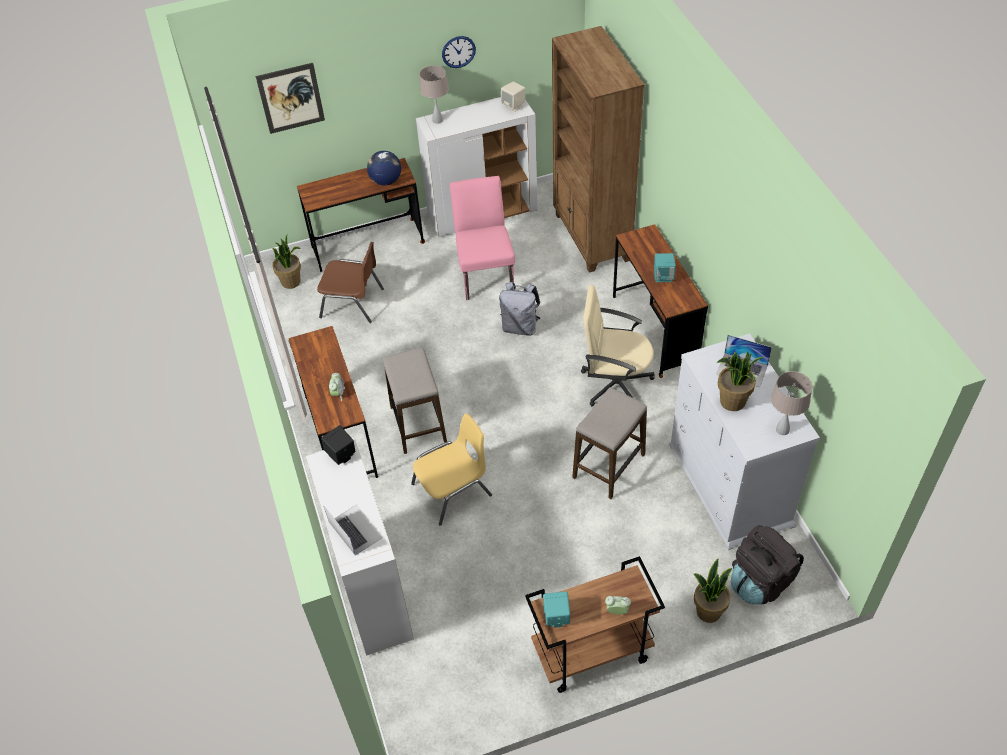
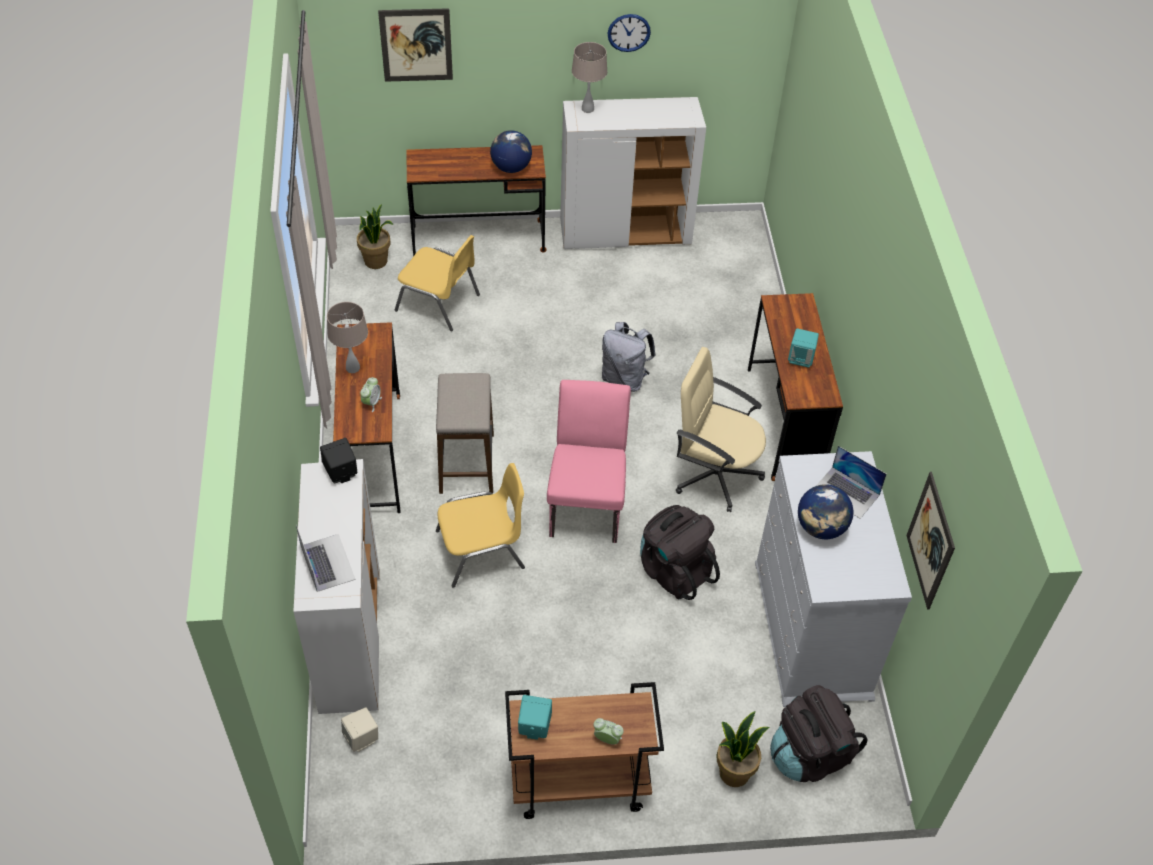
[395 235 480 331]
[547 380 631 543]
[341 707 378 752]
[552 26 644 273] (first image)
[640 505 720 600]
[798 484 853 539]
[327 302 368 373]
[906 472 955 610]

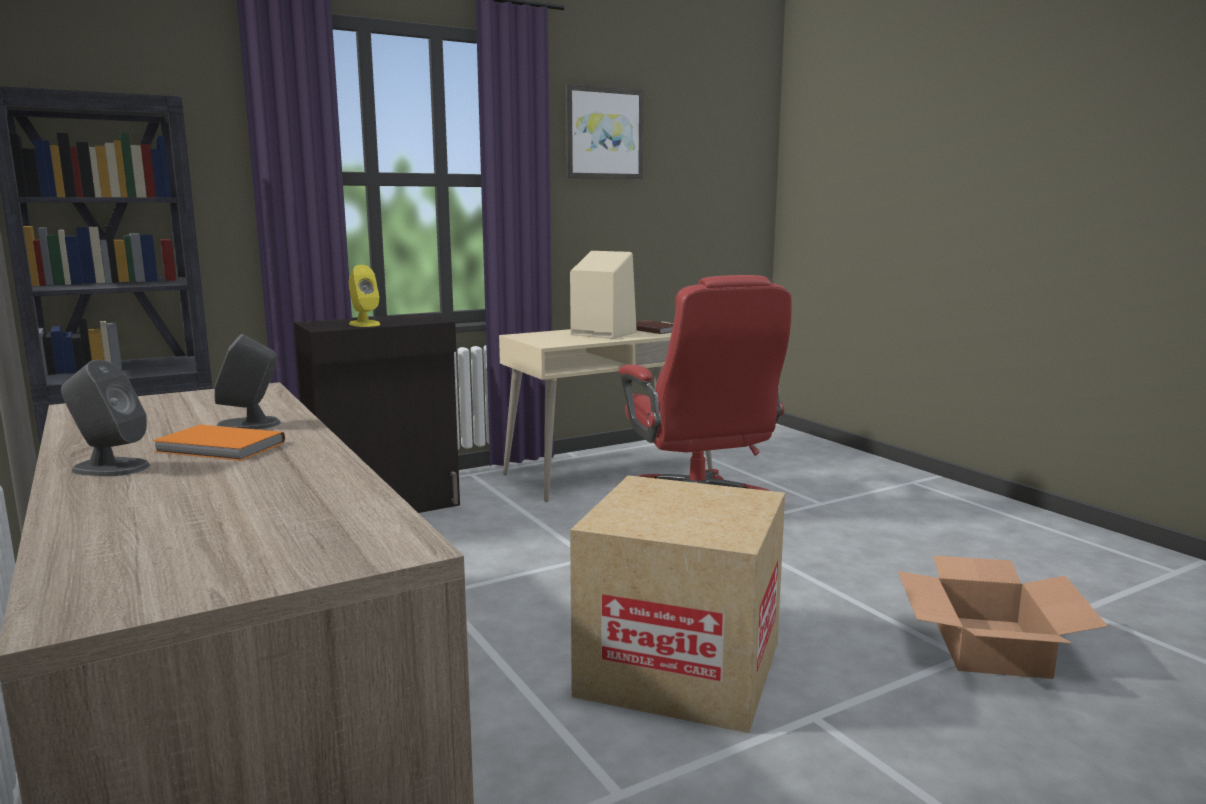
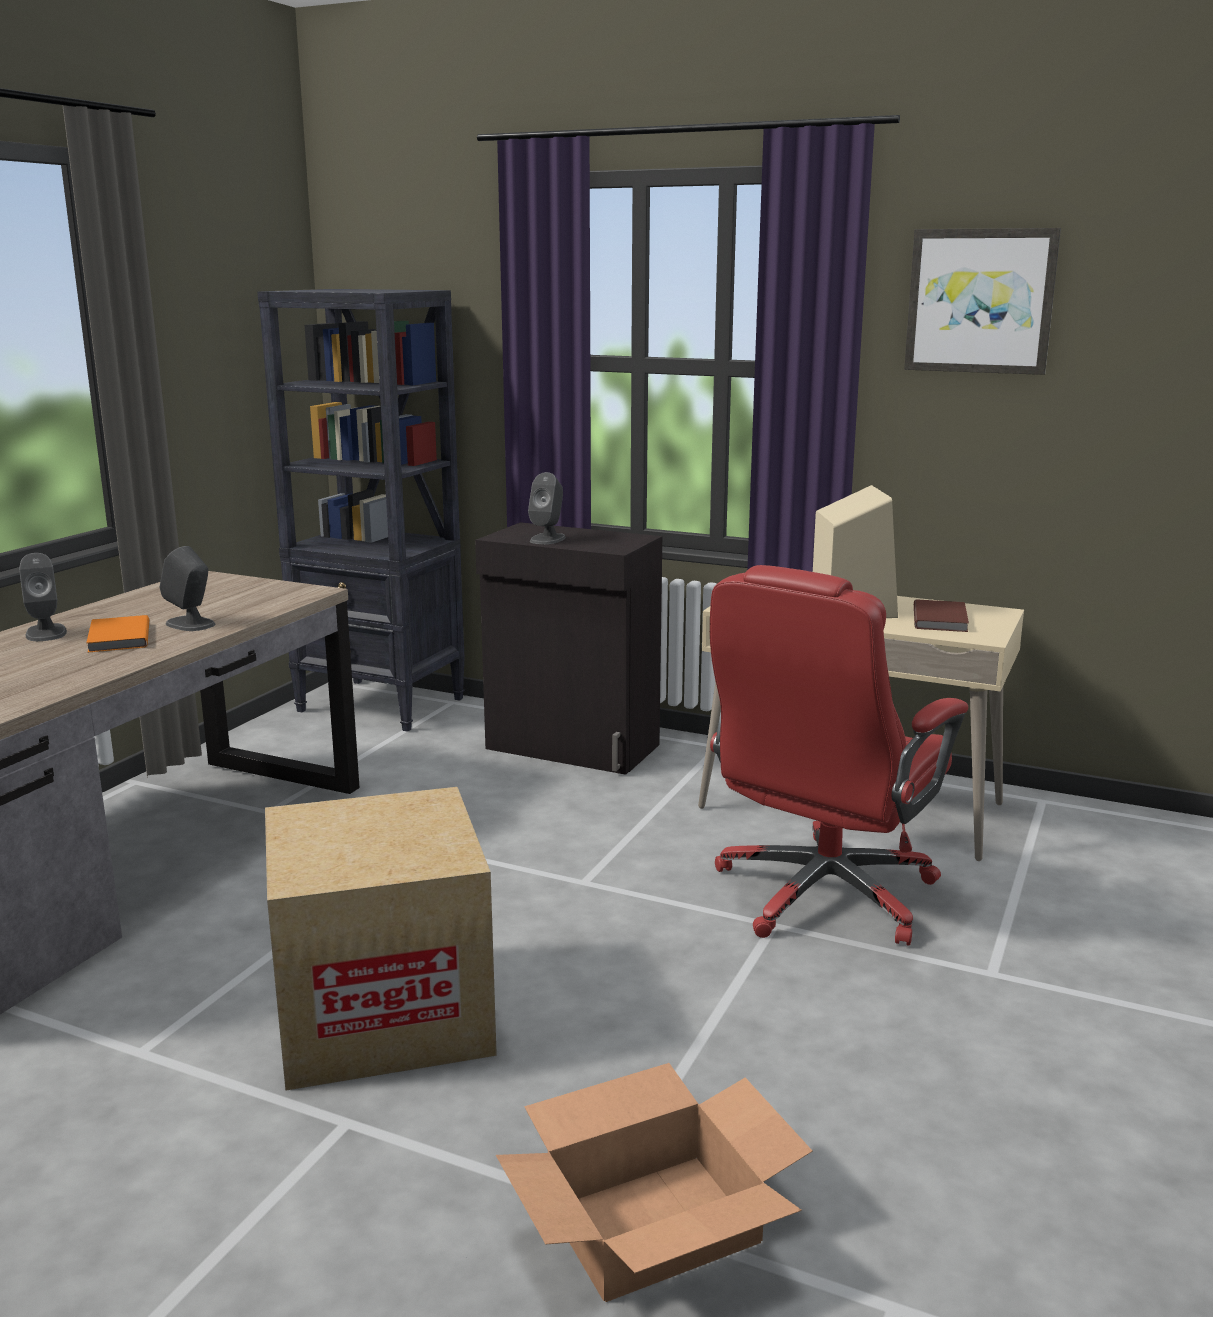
[528 472 566 544]

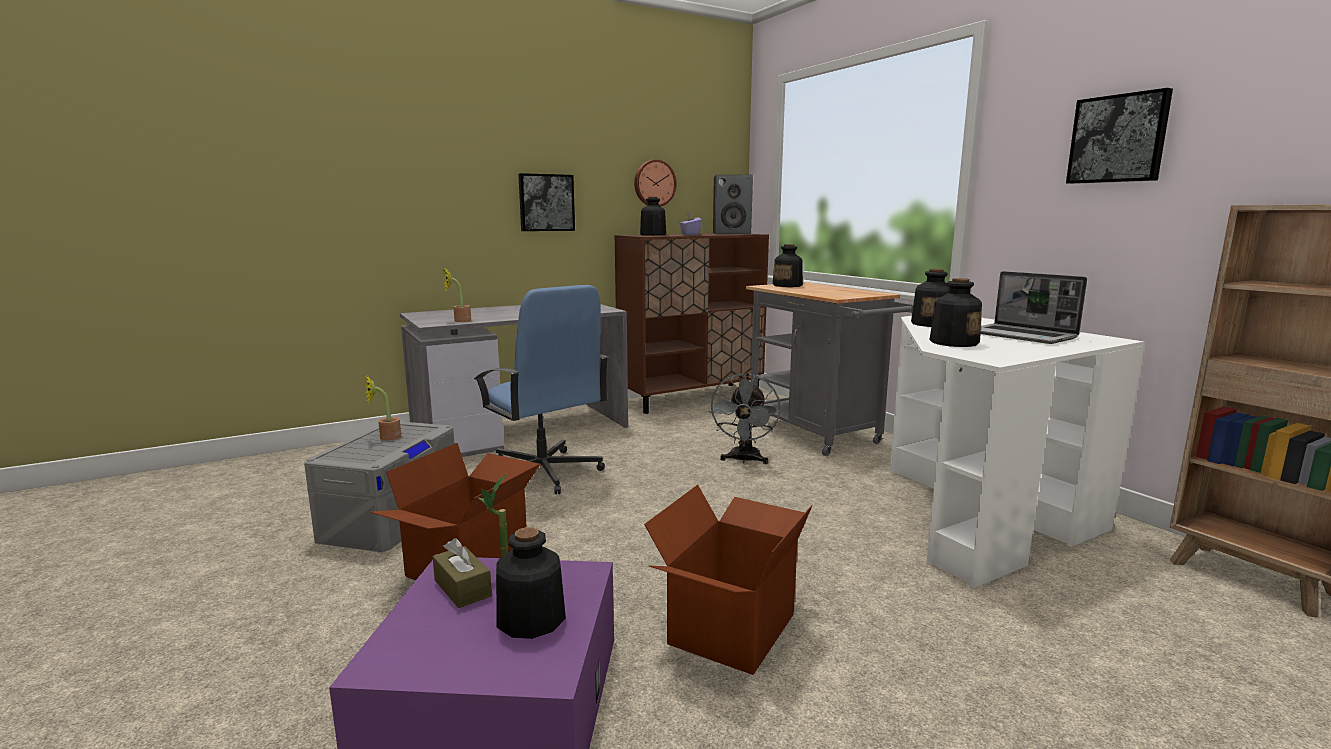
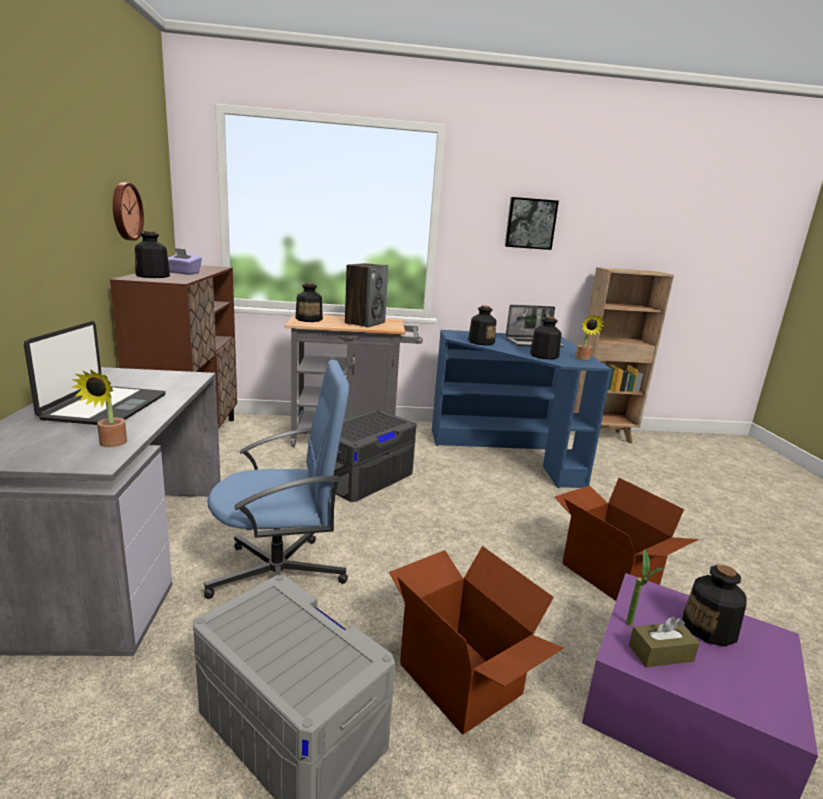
[575 315 605 360]
[518 173 575 231] (first image)
[332 410 417 502]
[345 263 388 328]
[432 330 612 488]
[24 321 166 425]

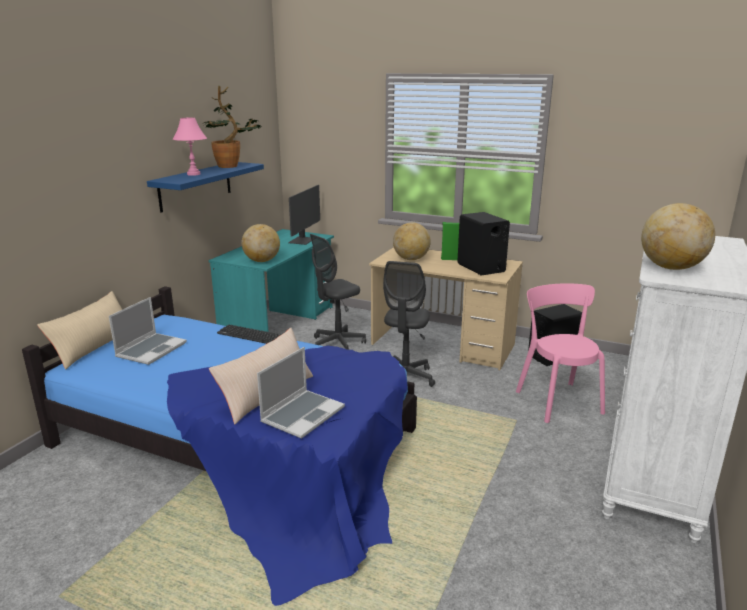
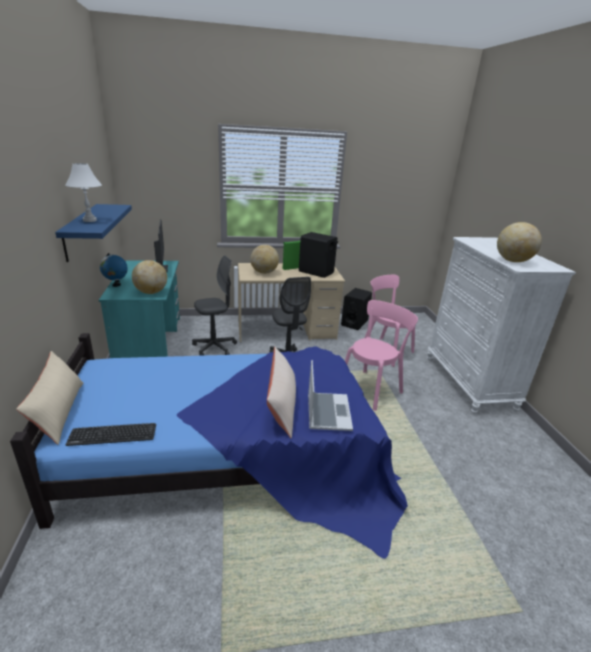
[109 297 187 365] (first image)
[65 163 102 222]
[202 86 261 168] (first image)
[65 423 156 446]
[192 256 237 356]
[100 253 128 287]
[345 300 418 411]

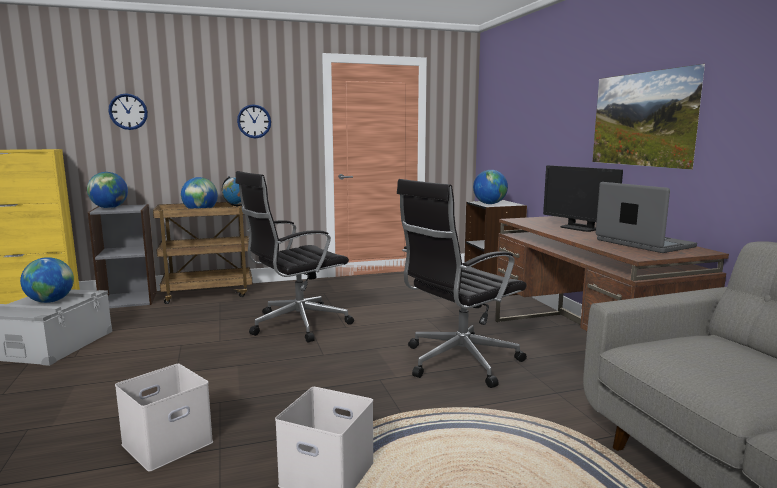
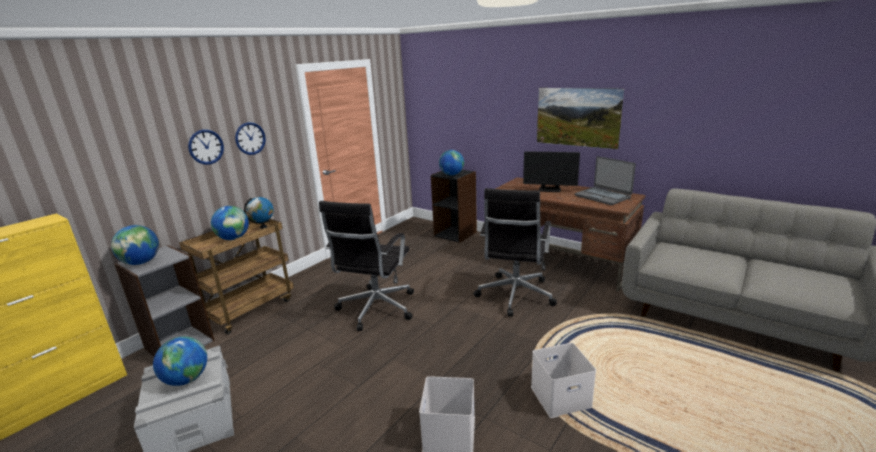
[188 130 224 165]
[575 156 636 205]

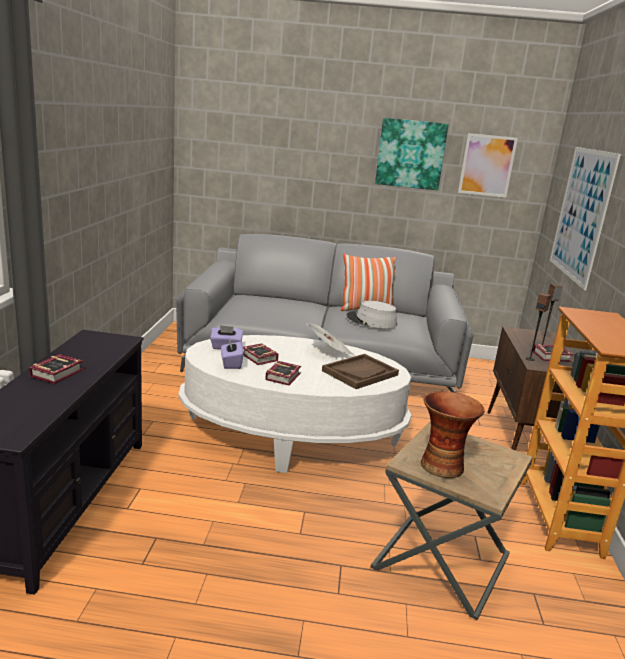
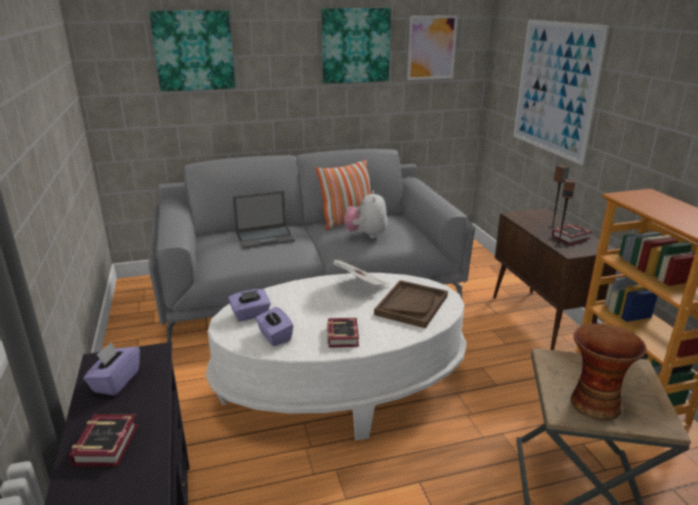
[243 343 279 365] (first image)
[344 190 388 238]
[83 342 140 396]
[149 10 235 91]
[233 191 295 248]

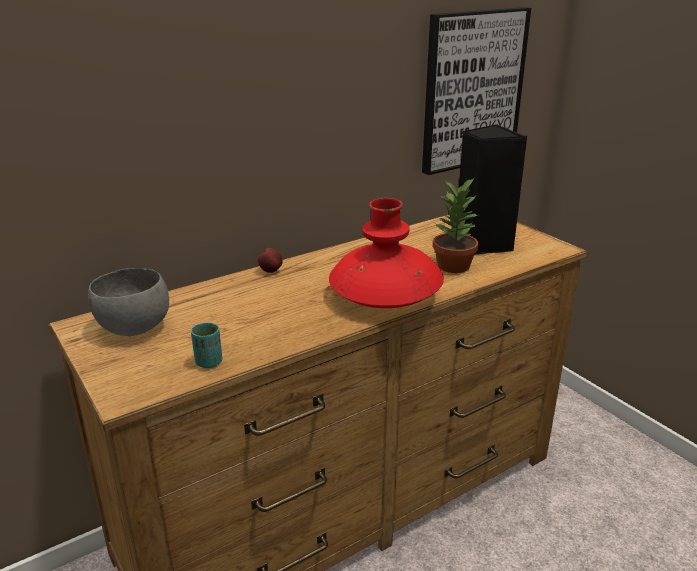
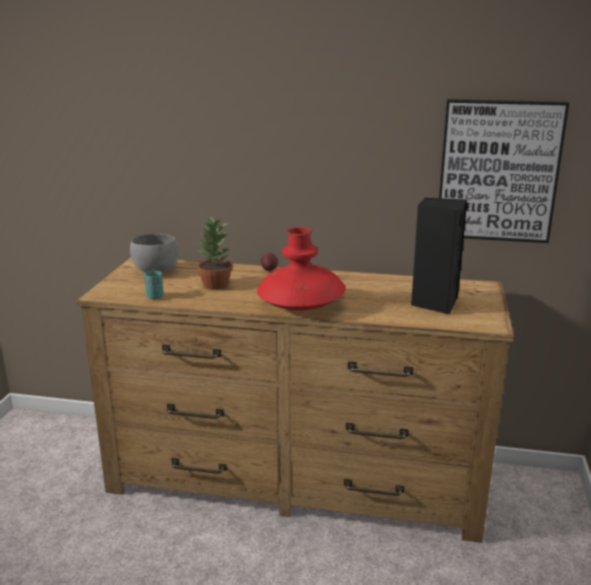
[197 216 233 290]

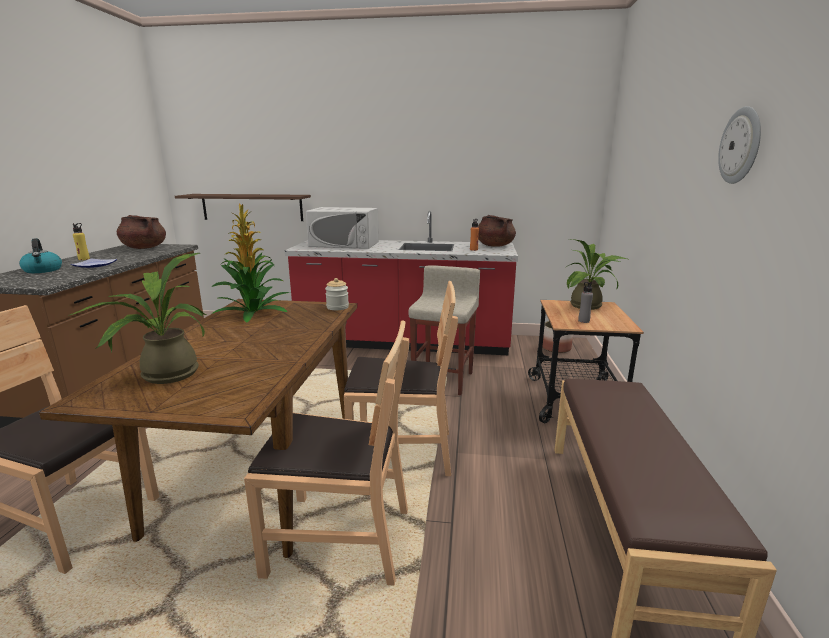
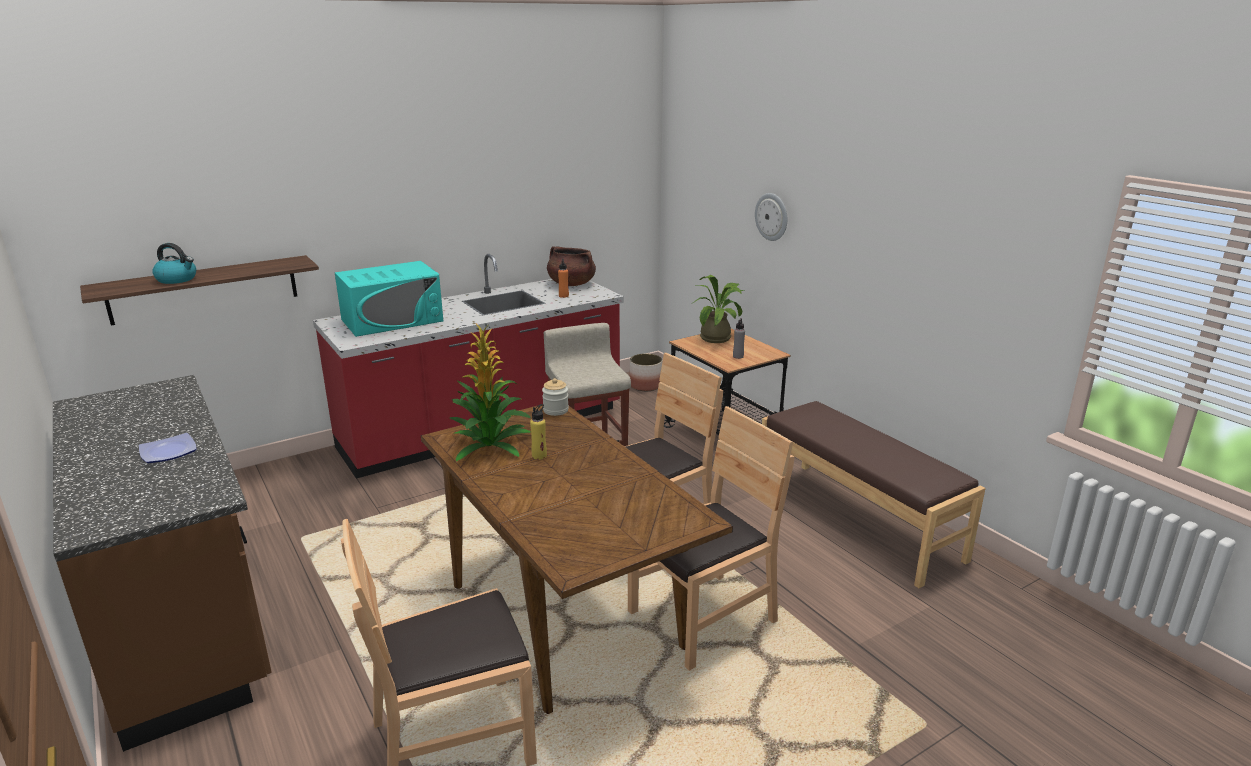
[152 243 196 284]
[68 253 206 384] (first image)
[530 404 547 460]
[117 215 166 249] (first image)
[335 261 443 337]
[755 193 787 241]

